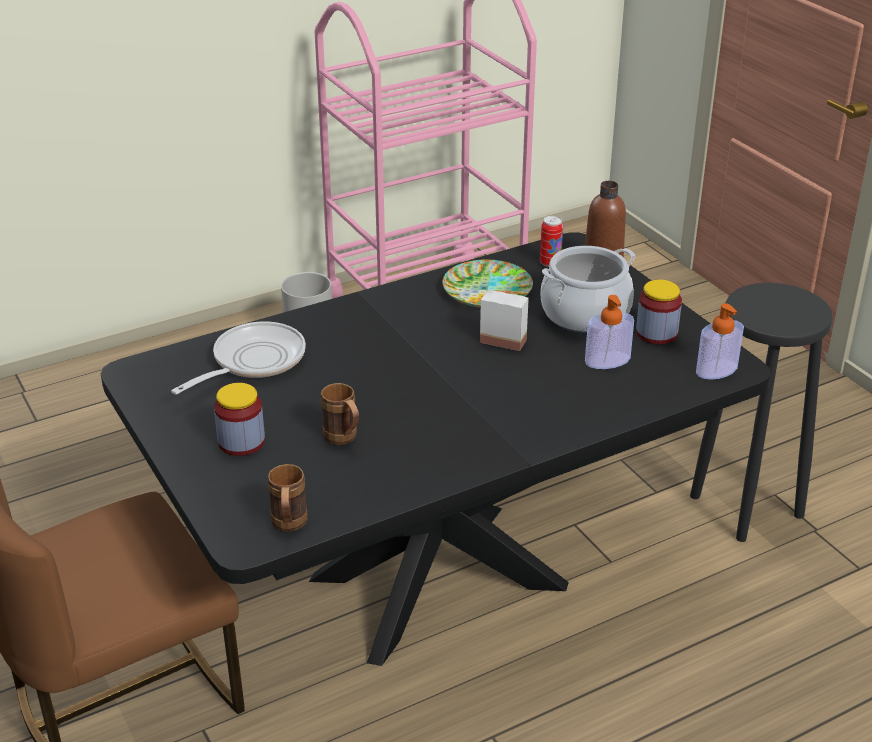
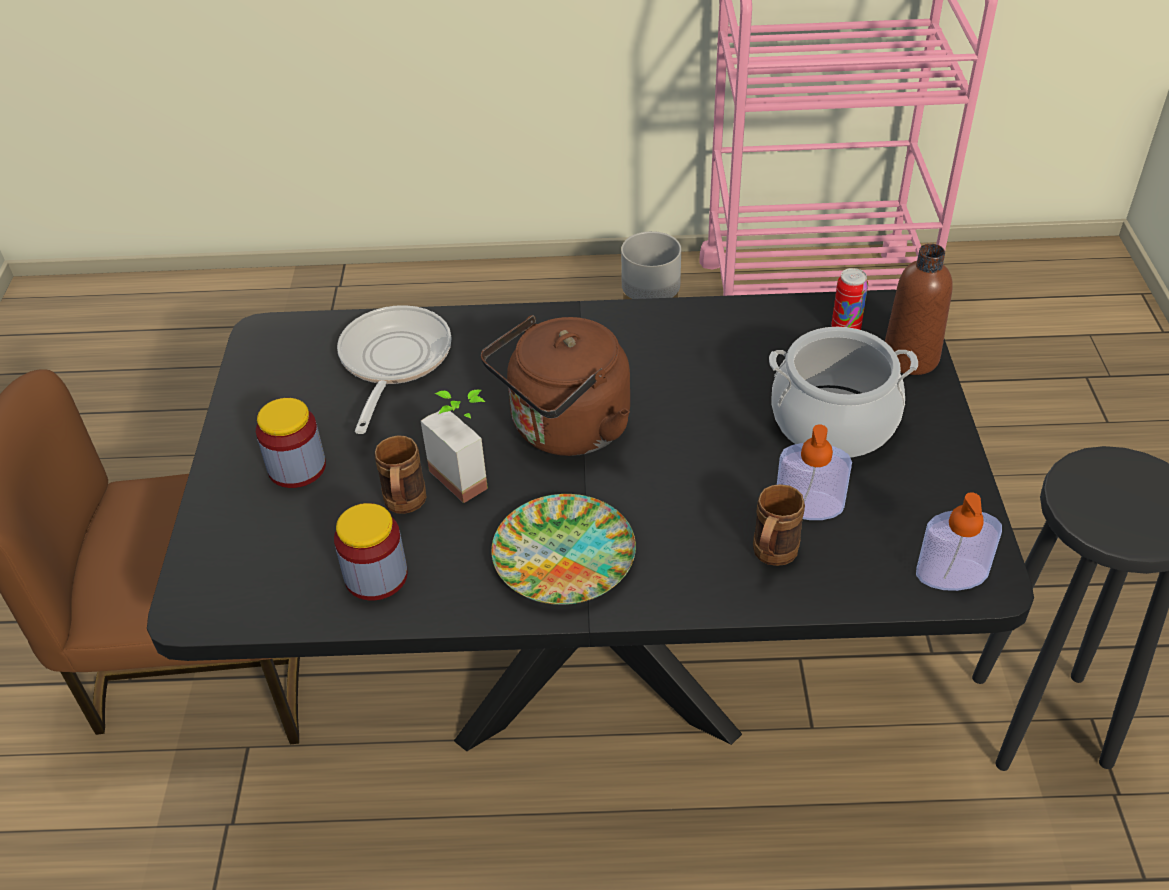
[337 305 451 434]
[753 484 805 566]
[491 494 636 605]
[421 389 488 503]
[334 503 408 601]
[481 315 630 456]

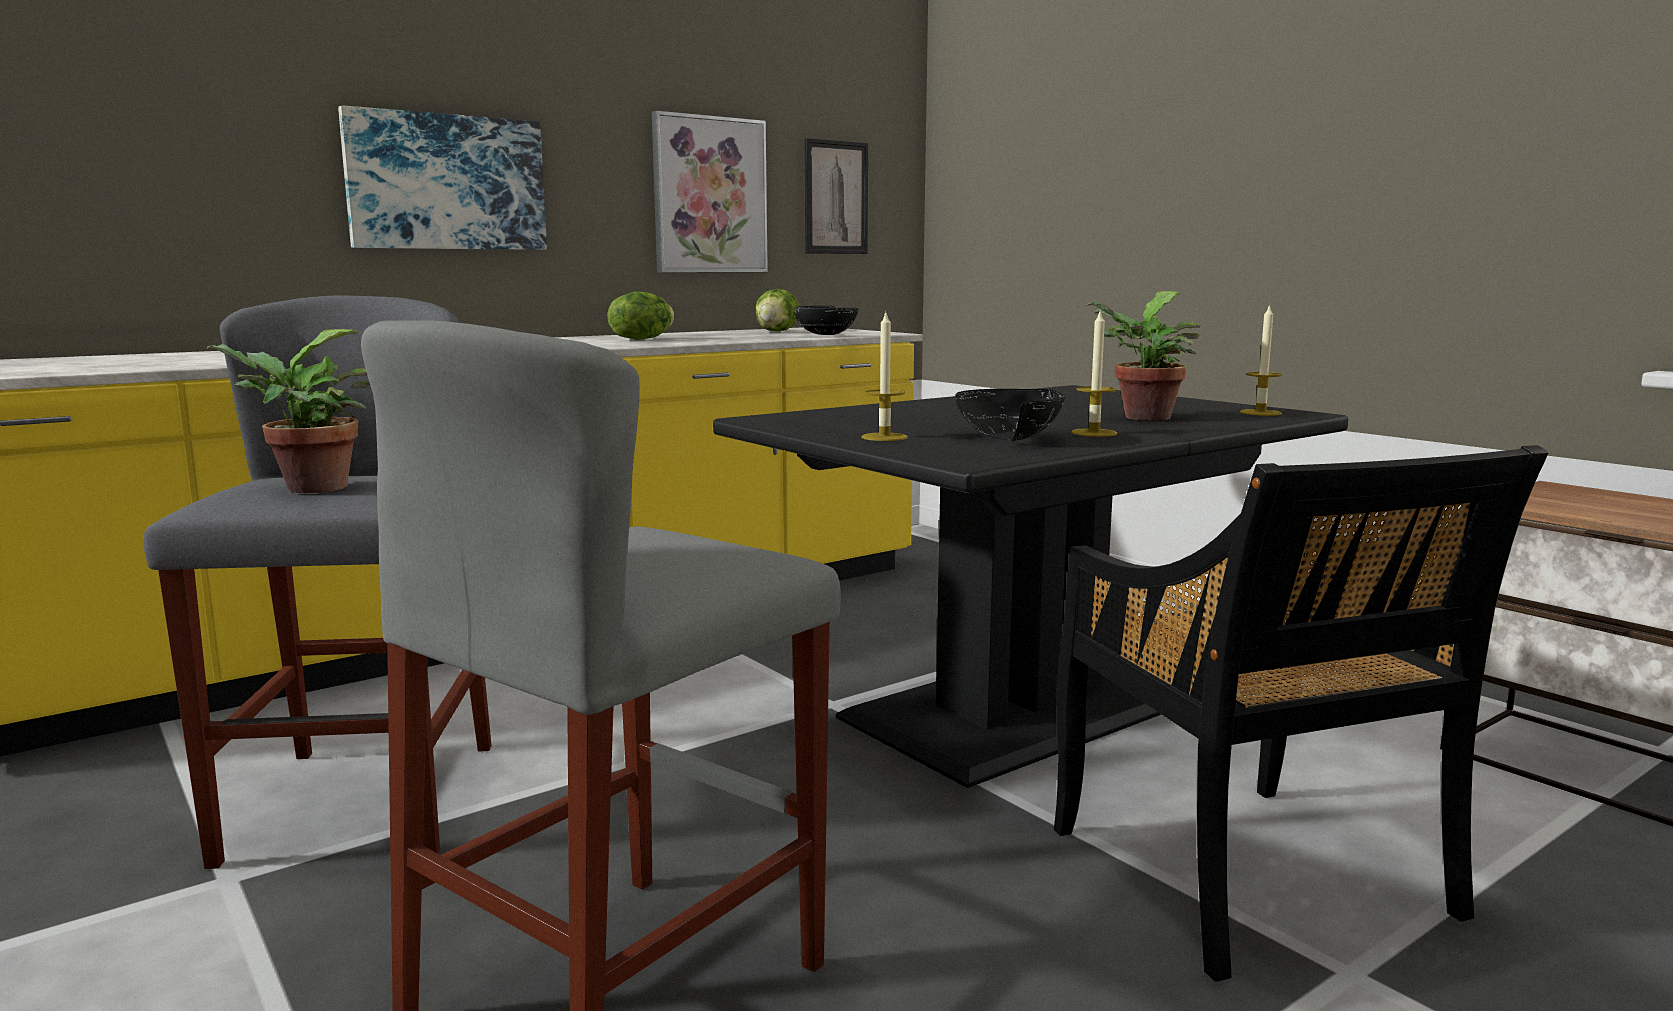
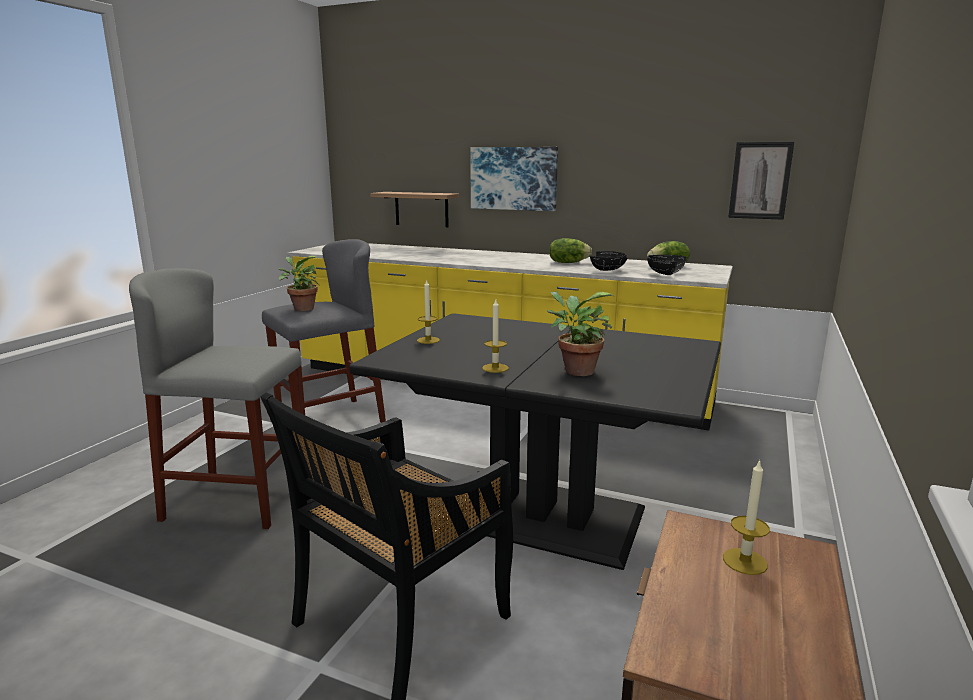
[652 111 768 273] (first image)
[590 251 628 271]
[723 459 770 575]
[370 192 459 227]

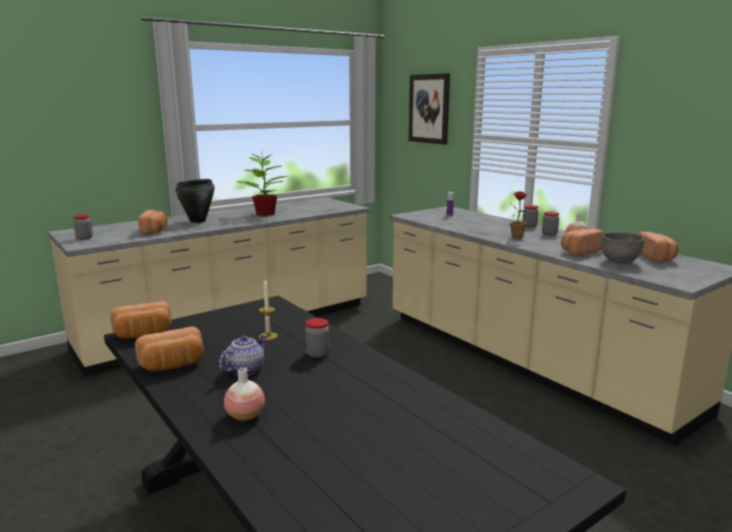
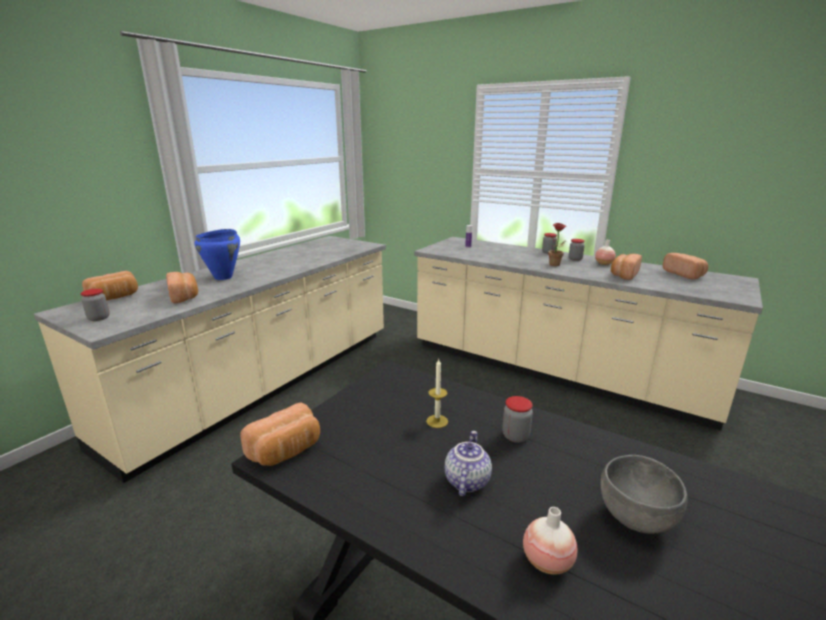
[82 271 138 300]
[195 229 240 280]
[235 149 288 216] (first image)
[409 73 450 145] (first image)
[601 455 688 534]

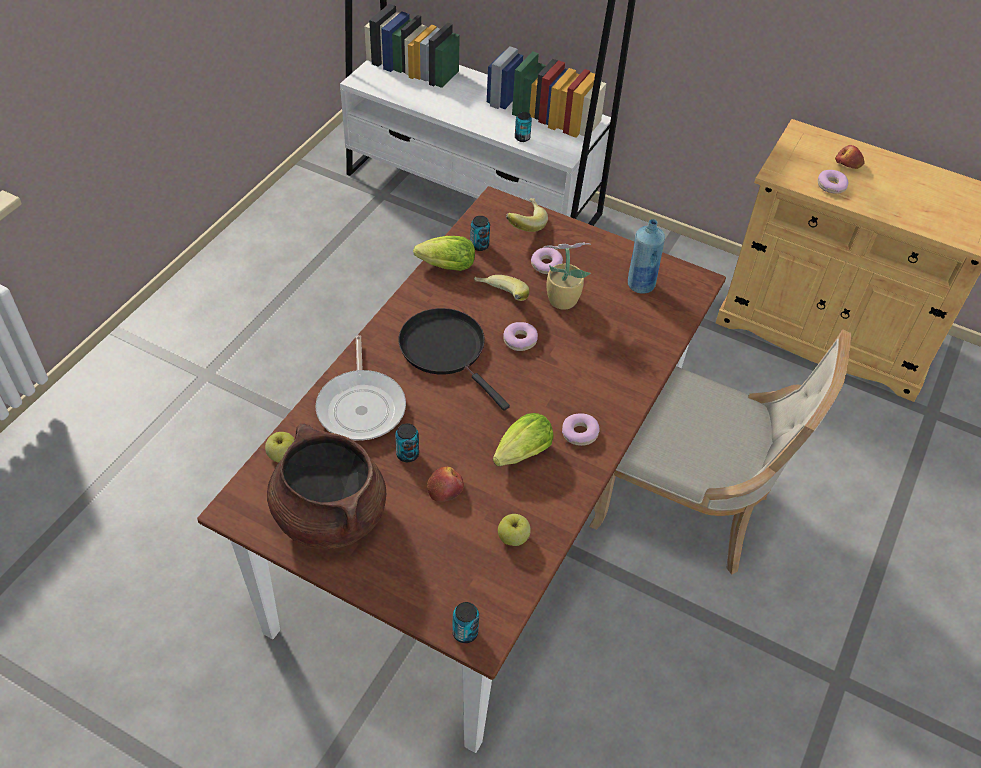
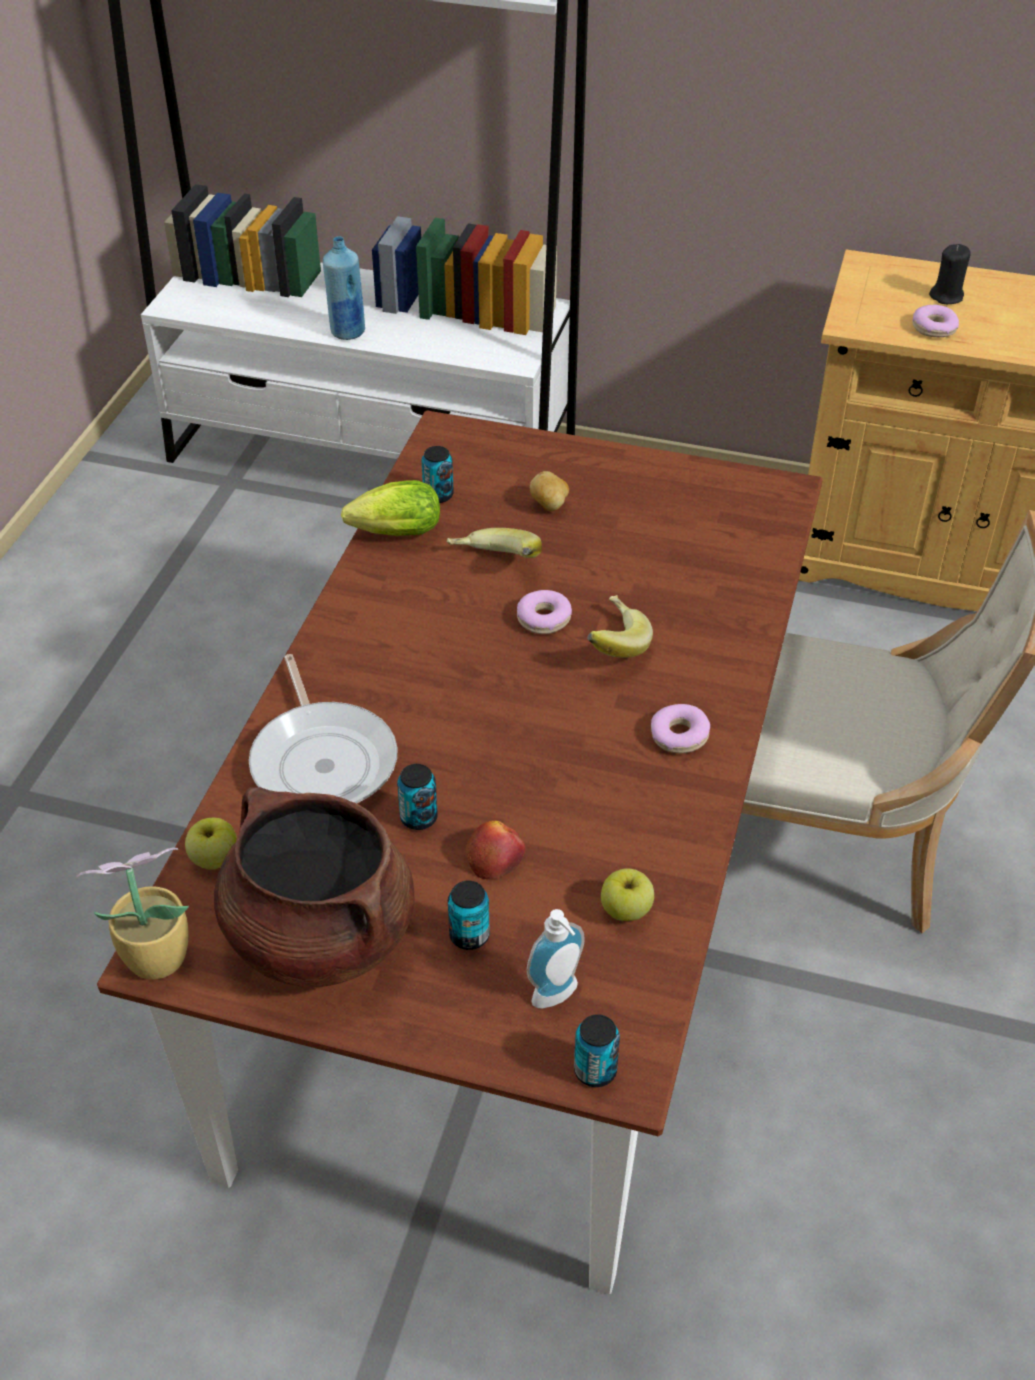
[398 308 510 411] (first image)
[493 413 554 466] (first image)
[587 595 653 658]
[448 881 490 950]
[530 471 569 511]
[76 848 189 979]
[323 236 365 340]
[929 244 970 304]
[527 909 585 1009]

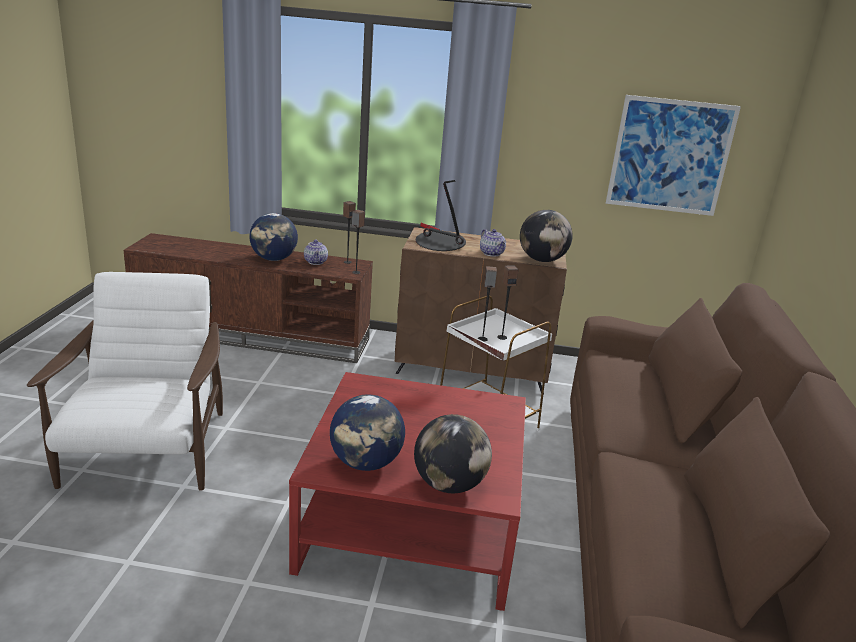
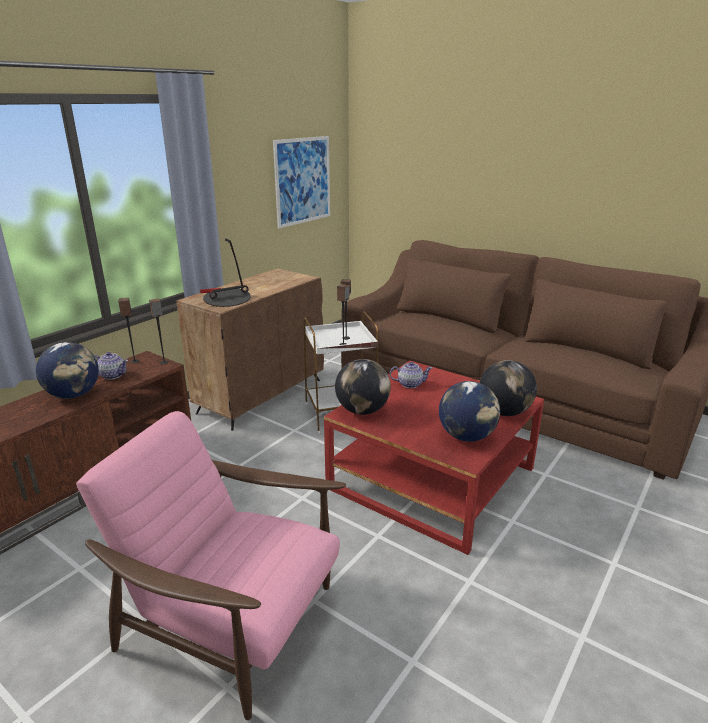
[76 411 346 720]
[390 362 432 388]
[335 359 391 415]

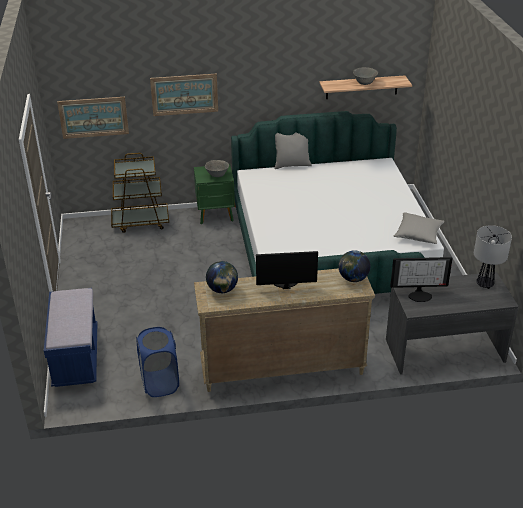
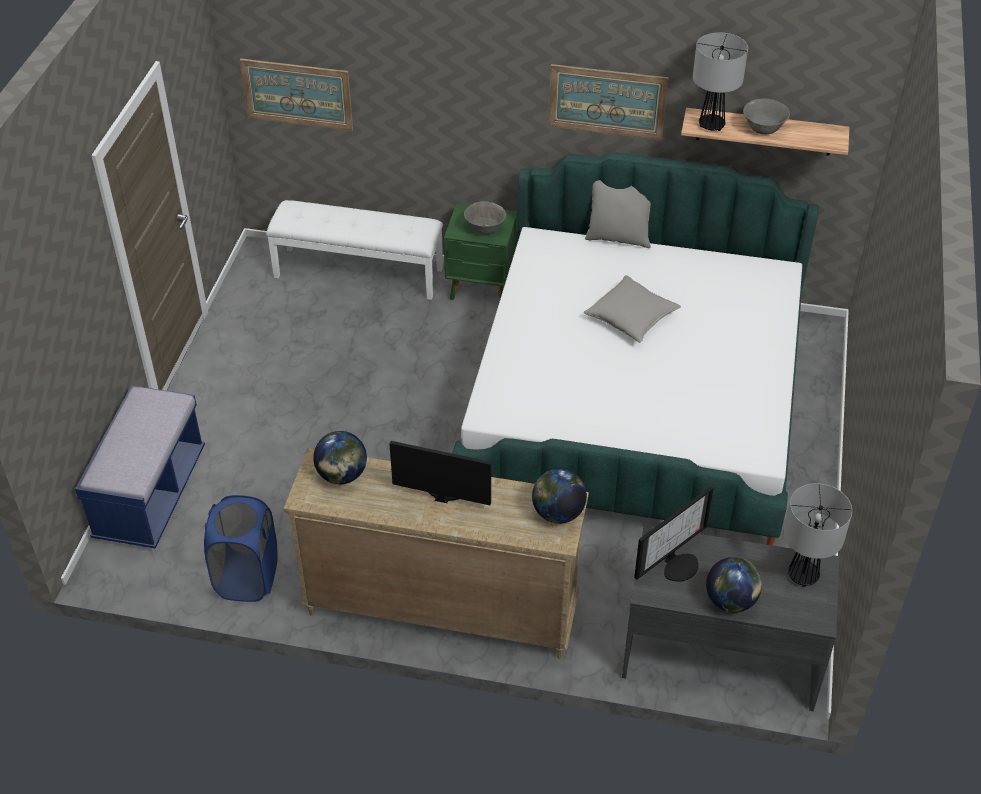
[266 200 443 300]
[549 64 668 140]
[634 486 714 581]
[584 275 681 343]
[693 33 748 131]
[706 557 762 613]

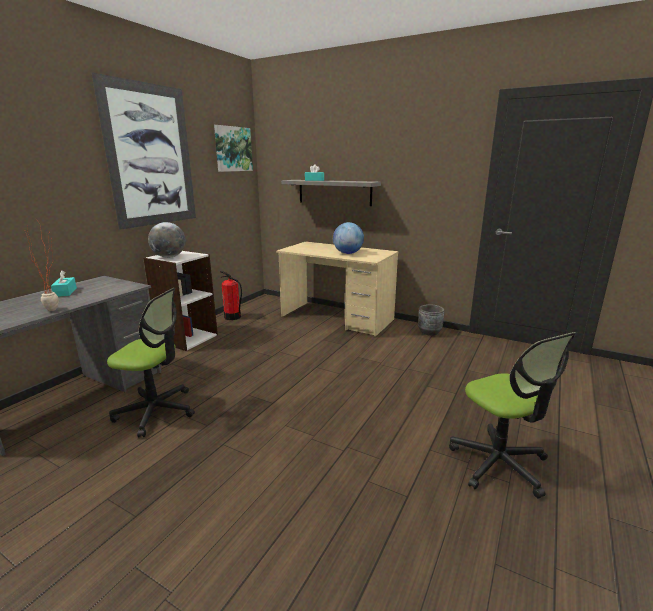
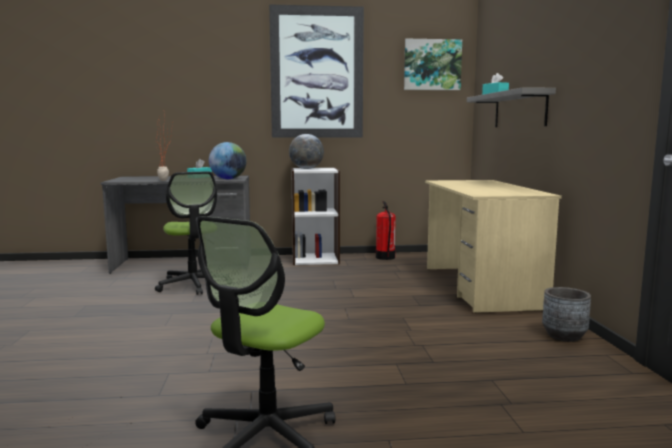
[209 142 246 179]

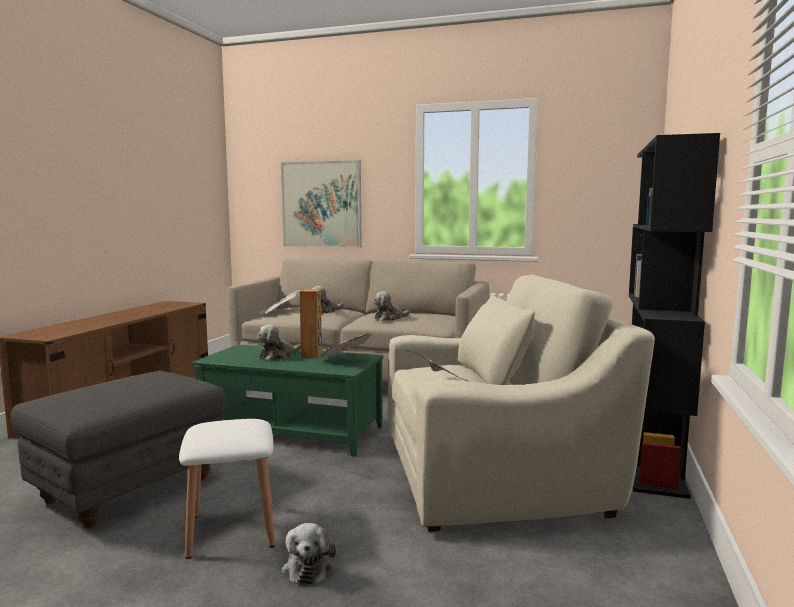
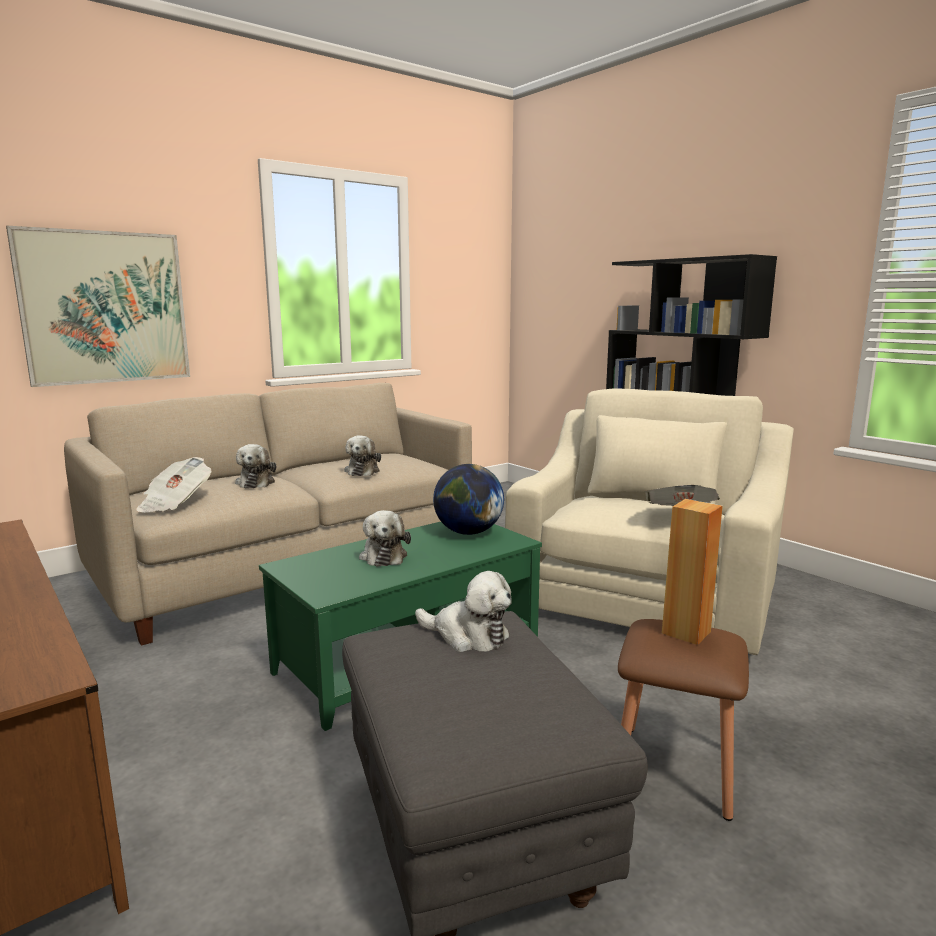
[618 619 749 821]
[415 571 512 652]
[662 499 723 645]
[433 464 504 535]

